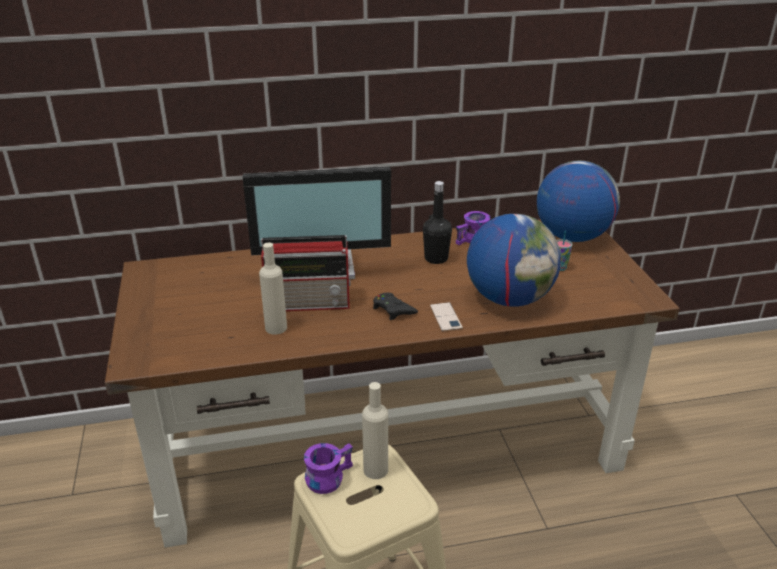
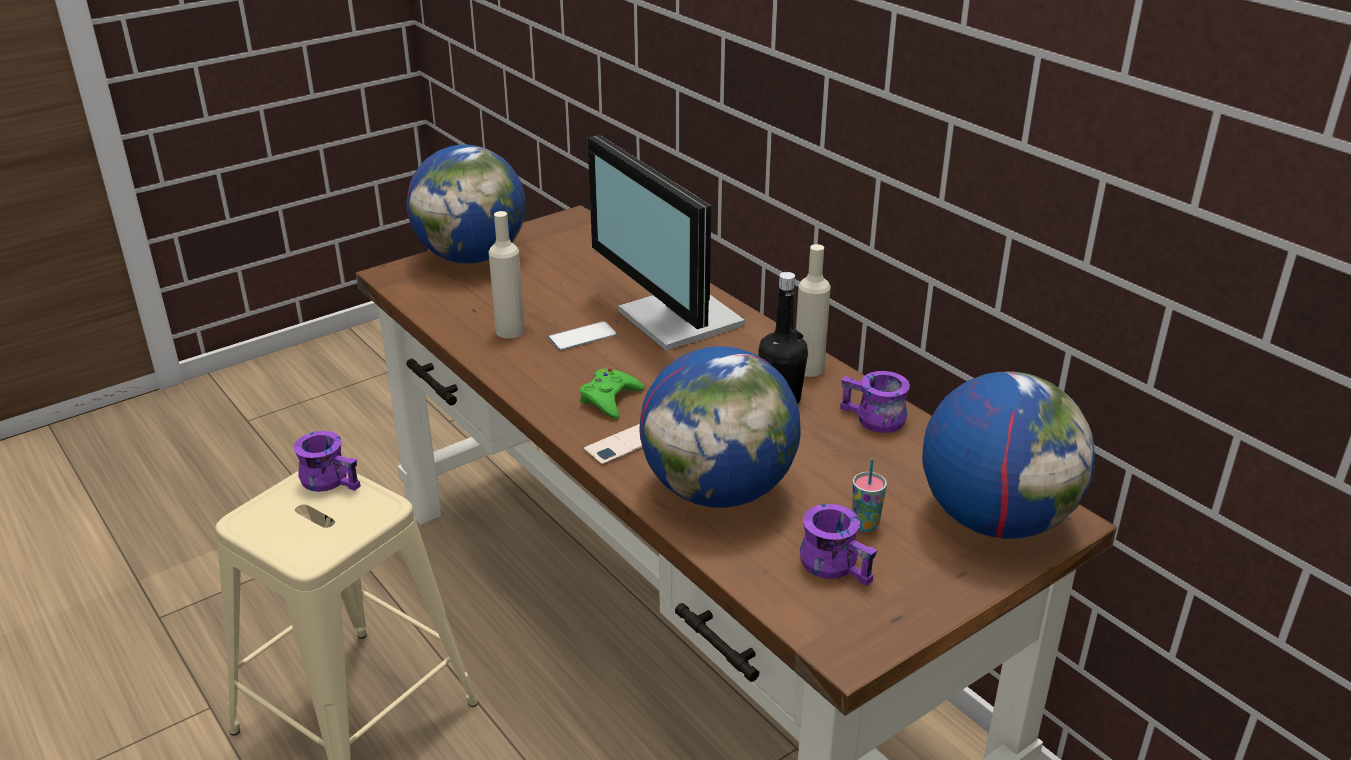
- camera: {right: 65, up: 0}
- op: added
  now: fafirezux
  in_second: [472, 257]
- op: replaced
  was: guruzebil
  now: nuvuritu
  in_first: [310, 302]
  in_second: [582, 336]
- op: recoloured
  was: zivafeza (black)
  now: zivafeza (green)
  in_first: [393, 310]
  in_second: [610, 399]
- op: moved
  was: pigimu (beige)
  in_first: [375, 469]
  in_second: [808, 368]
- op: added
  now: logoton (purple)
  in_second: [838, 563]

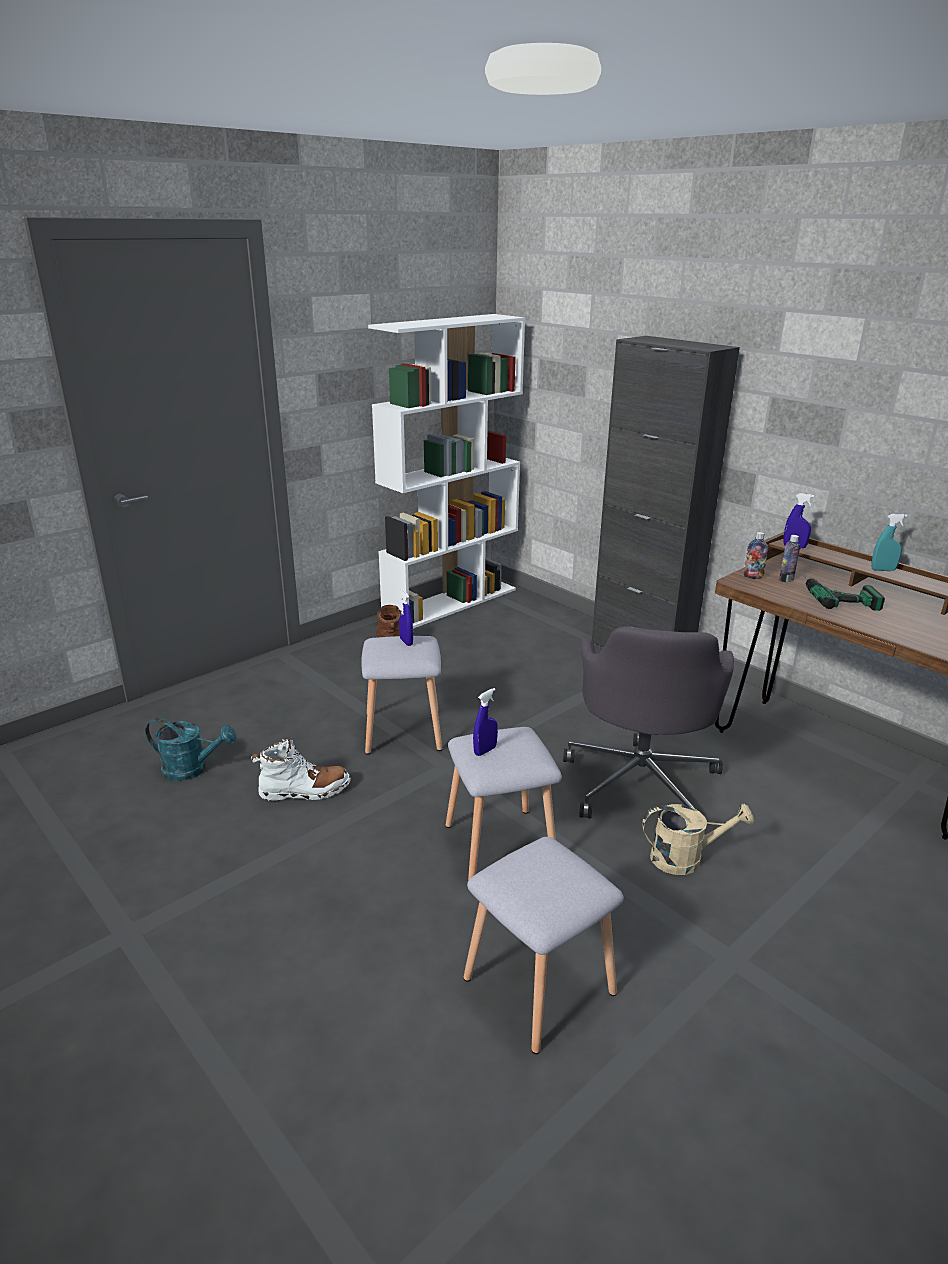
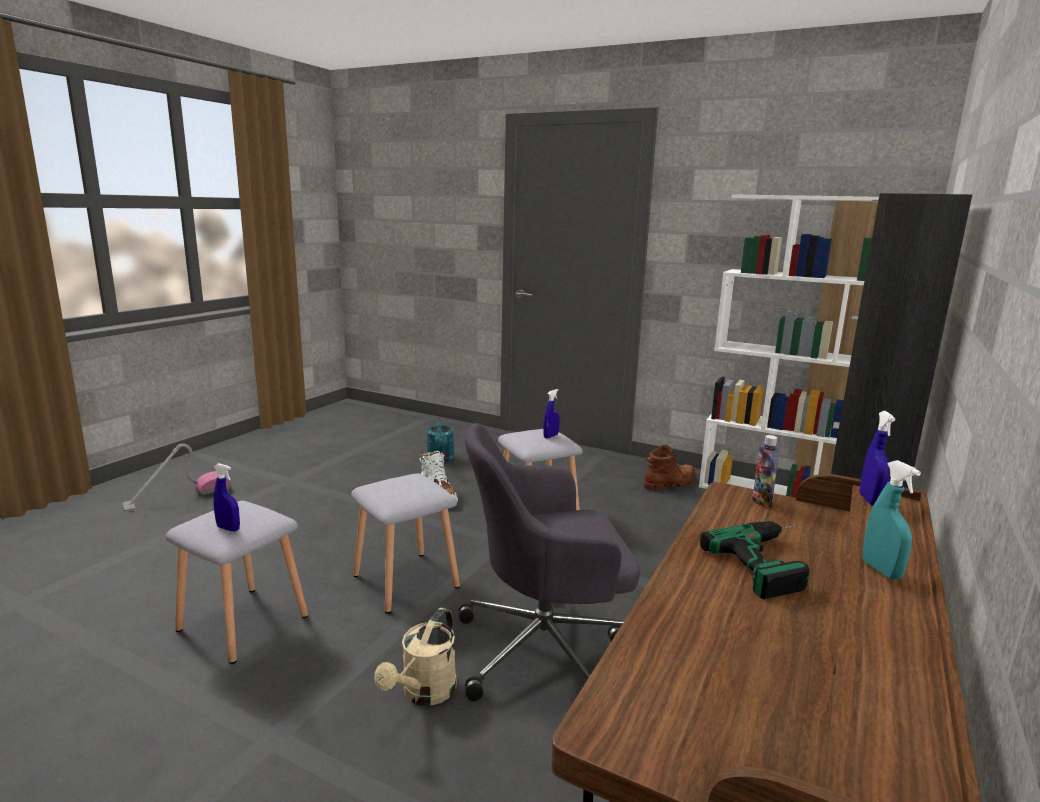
- camera: {right: 70, up: -10}
- op: added
  now: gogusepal
  in_second: [179, 497]
- op: moved
  was: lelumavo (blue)
  in_first: [485, 751]
  in_second: [228, 528]
- op: turned
  was: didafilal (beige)
  in_first: [685, 858]
  in_second: [424, 694]
  clockwise: 45
- op: removed
  was: pigimu
  in_first: [786, 580]

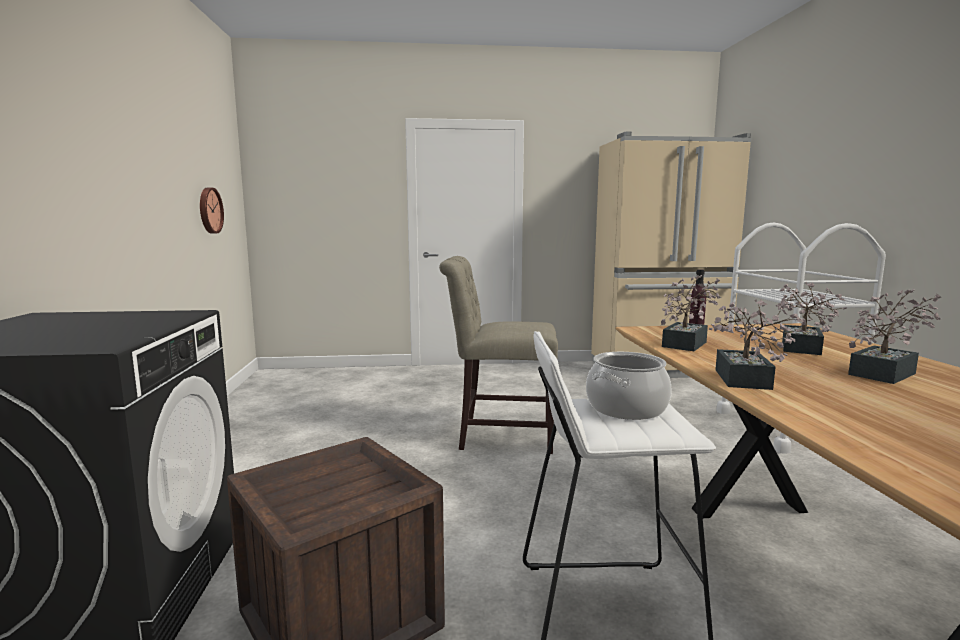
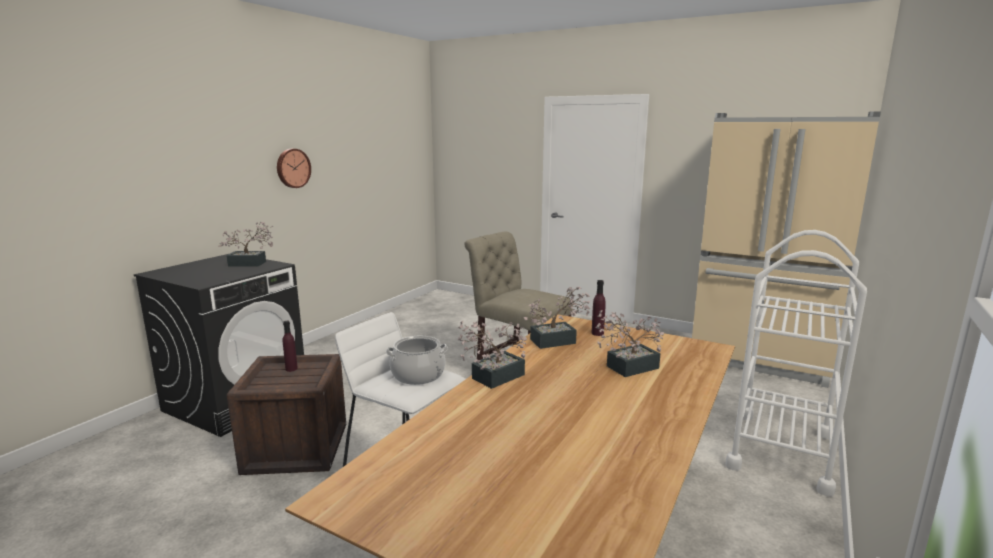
- camera: {right: 35, up: 5}
- op: moved
  was: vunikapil
  in_first: [886, 373]
  in_second: [251, 264]
- op: moved
  was: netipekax
  in_first: [209, 210]
  in_second: [292, 168]
- op: added
  now: pigimu (purple)
  in_second: [291, 369]

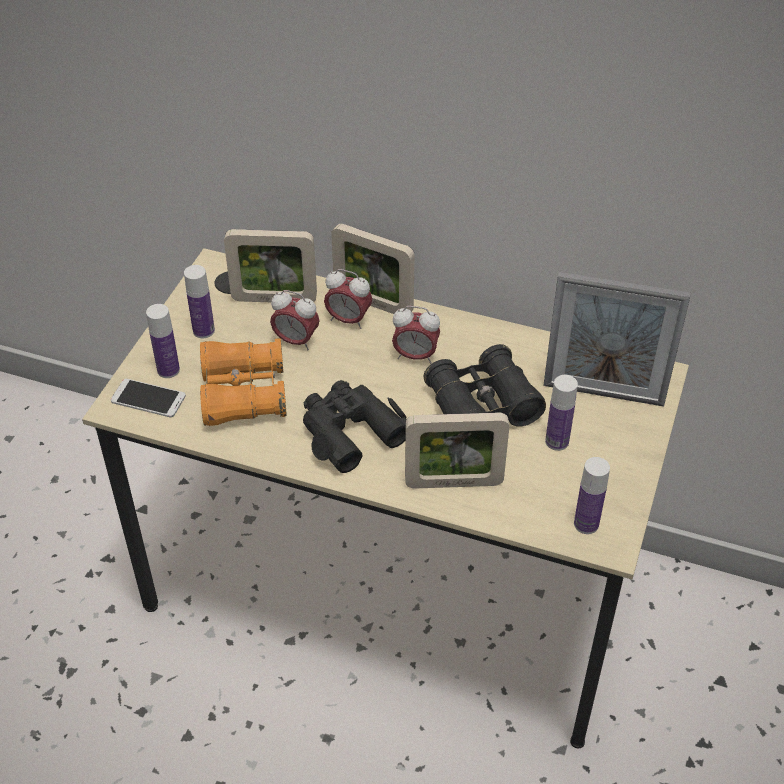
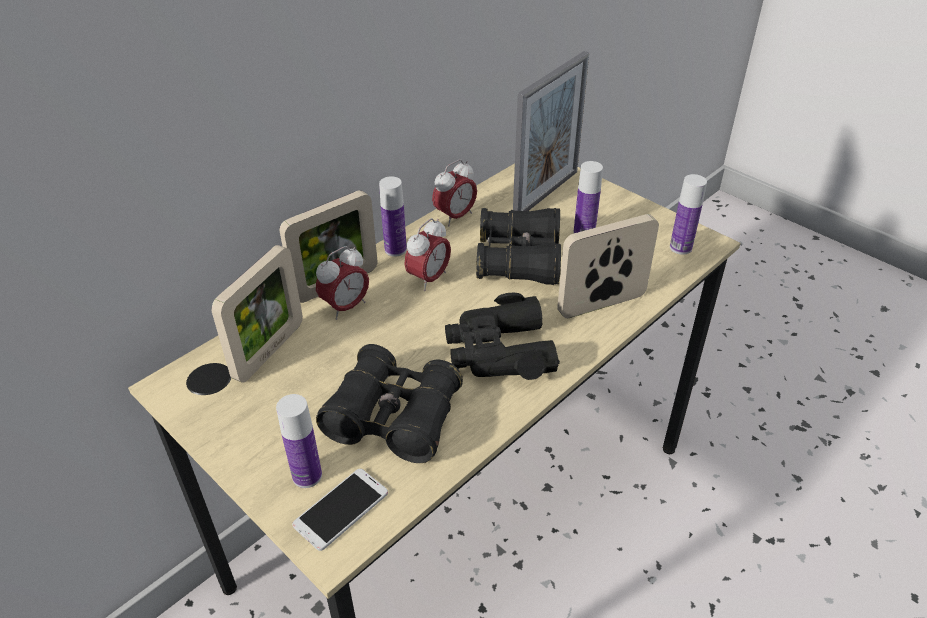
- camera: {right: -65, up: -5}
- op: recoloured
  was: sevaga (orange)
  now: sevaga (black)
  in_first: [243, 394]
  in_second: [394, 417]
- op: moved
  was: pigimu
  in_first: [203, 331]
  in_second: [395, 249]
- op: moved
  was: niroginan
  in_first: [296, 341]
  in_second: [455, 217]
- op: turned
  was: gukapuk
  in_first: [454, 483]
  in_second: [601, 304]
  clockwise: -135

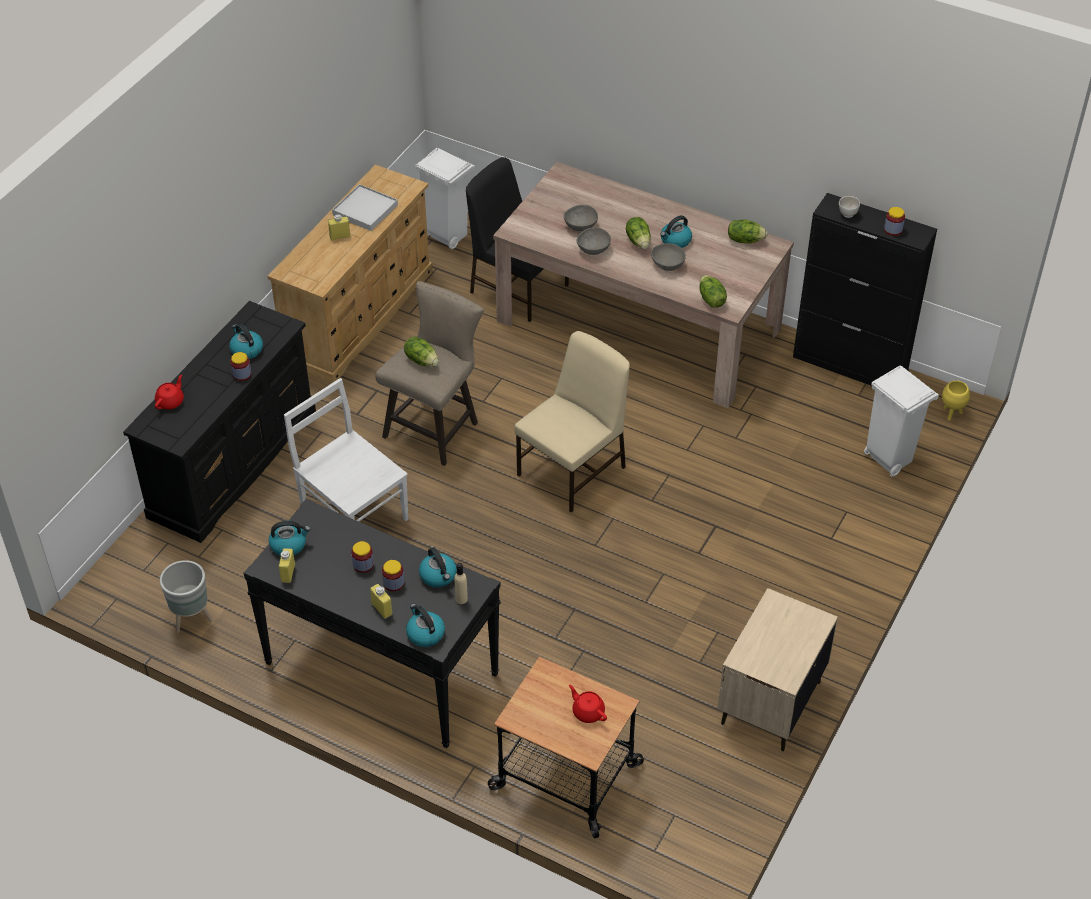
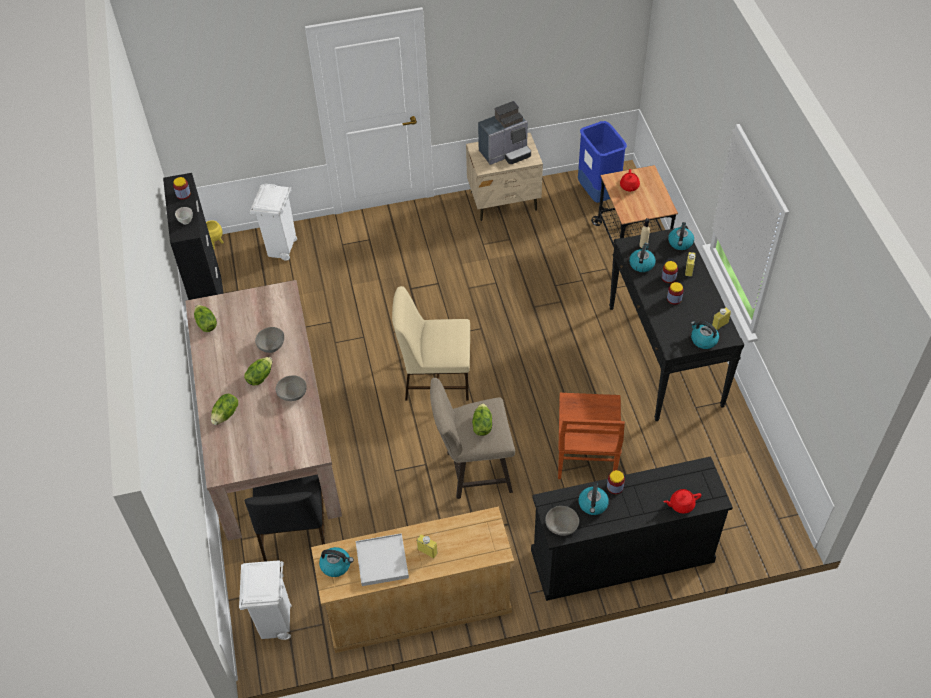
- camera: {right: -130, up: 5}
- op: moved
  was: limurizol
  in_first: [710, 300]
  in_second: [226, 414]
- op: moved
  was: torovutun
  in_first: [675, 241]
  in_second: [336, 565]
- op: added
  now: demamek
  in_second: [505, 152]
- op: moved
  was: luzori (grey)
  in_first: [580, 226]
  in_second: [562, 526]
- op: recoloured
  was: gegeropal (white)
  now: gegeropal (brown)
  in_first: [353, 514]
  in_second: [586, 455]
- op: added
  now: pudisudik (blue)
  in_second: [598, 193]
- op: removed
  was: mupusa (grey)
  in_first: [191, 619]

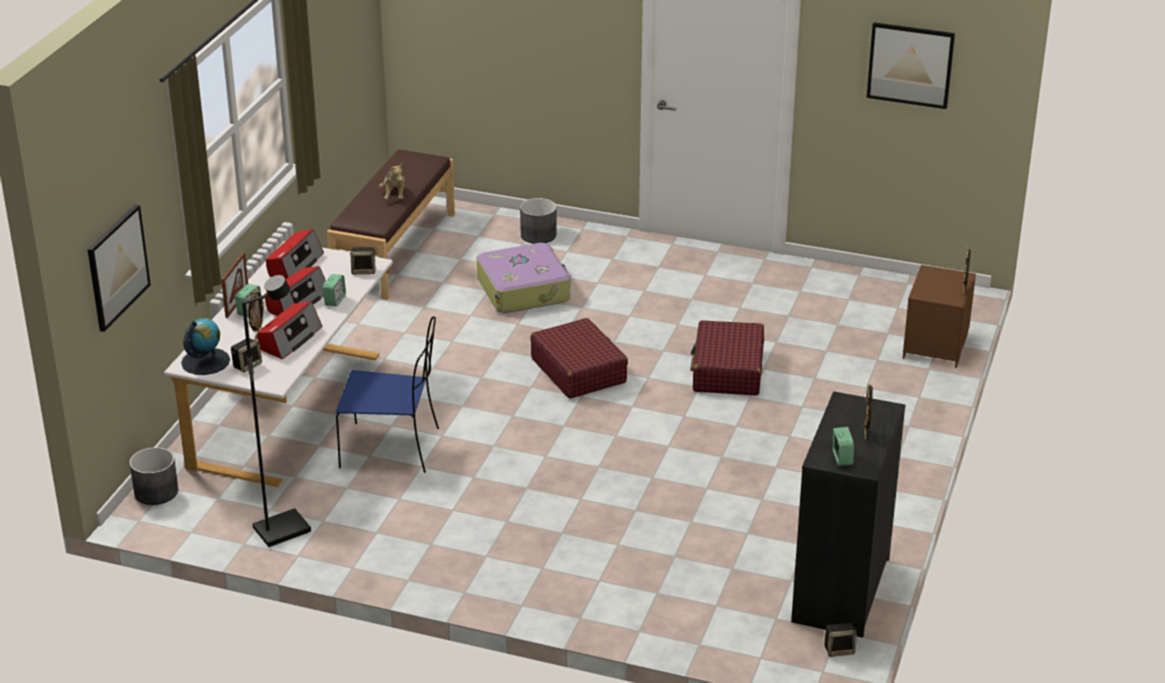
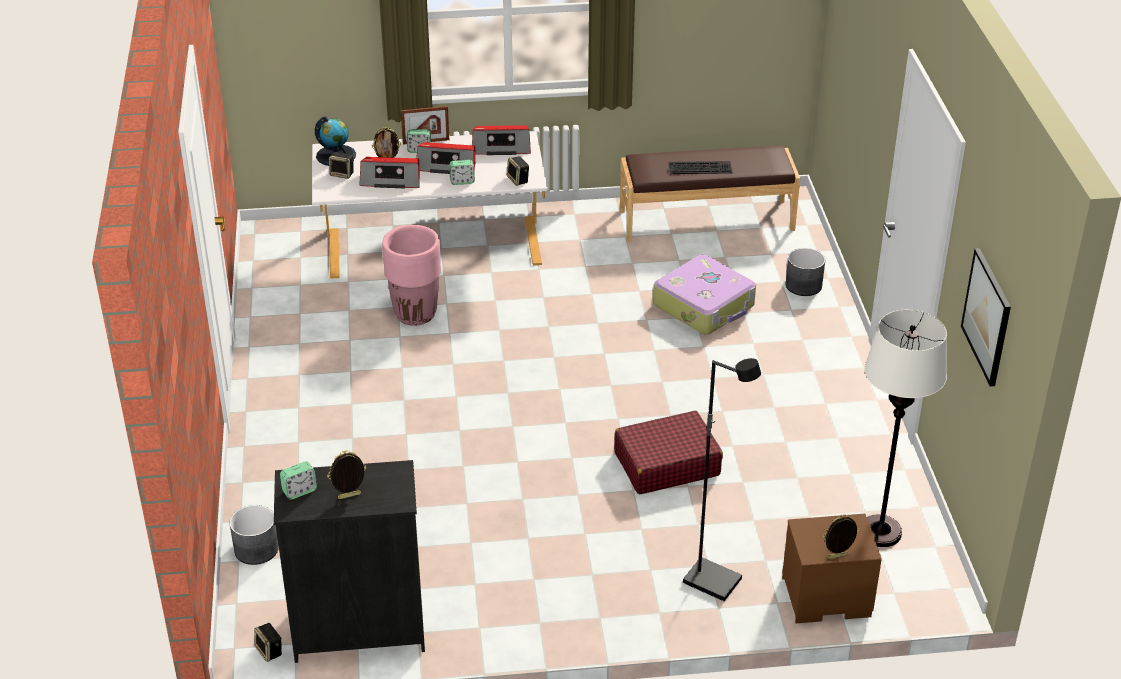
- camera: {right: 65, up: 5}
- op: moved
  was: mupusa (grey)
  in_first: [157, 492]
  in_second: [256, 550]
- op: replaced
  was: gegeropal (blue)
  now: mupusa (pink)
  in_first: [392, 448]
  in_second: [415, 314]
- op: replaced
  was: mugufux
  now: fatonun
  in_first: [394, 195]
  in_second: [701, 167]
- op: moved
  was: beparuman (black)
  in_first: [282, 529]
  in_second: [713, 581]
- op: added
  now: beparuman (white)
  in_second: [880, 532]
- op: removed
  was: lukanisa
  in_first: [117, 267]
- op: removed
  was: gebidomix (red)
  in_first: [578, 370]

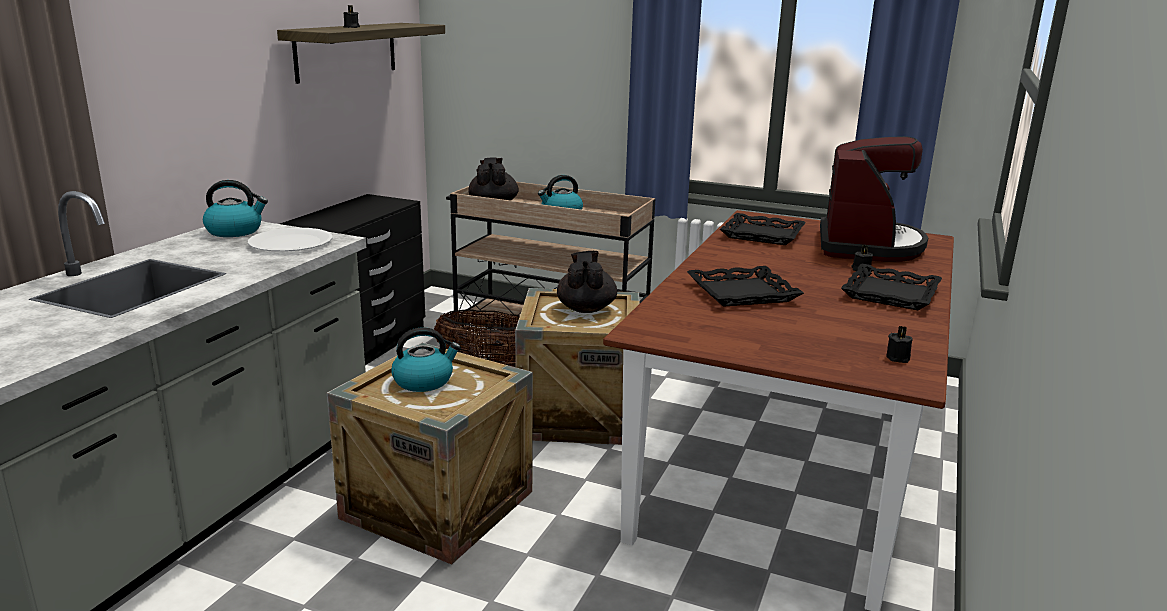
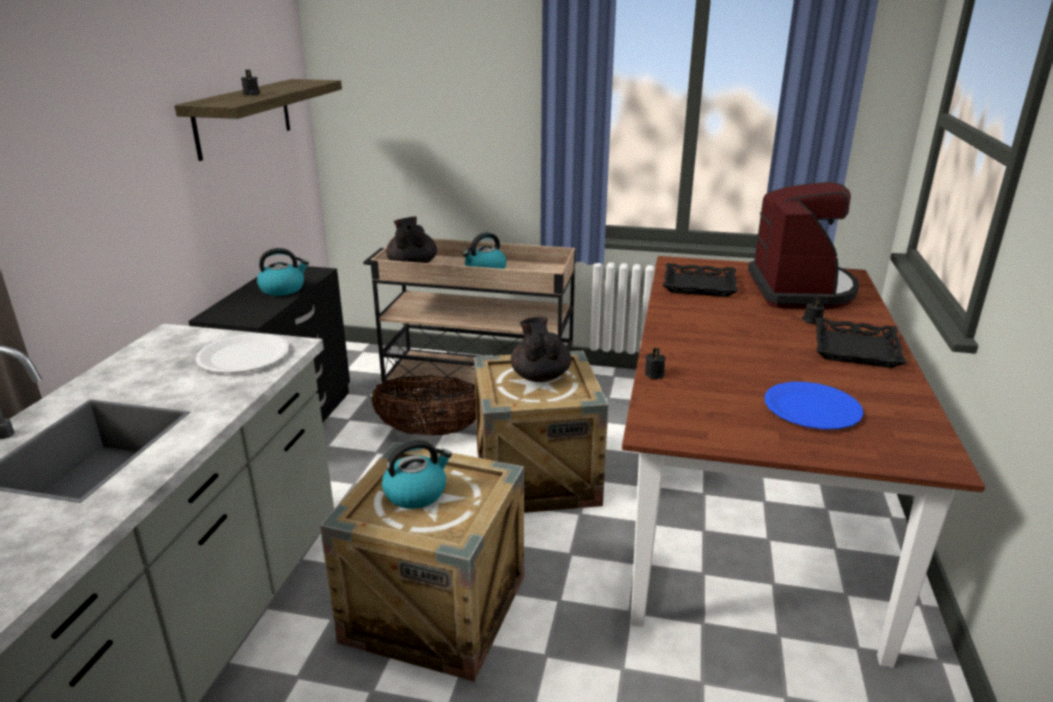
- camera: {right: -10, up: 5}
- op: moved
  was: torovutun
  in_first: [235, 231]
  in_second: [283, 289]
- op: moved
  was: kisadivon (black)
  in_first: [899, 357]
  in_second: [655, 374]
- op: added
  now: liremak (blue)
  in_second: [812, 408]
- op: removed
  was: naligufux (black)
  in_first: [742, 293]

